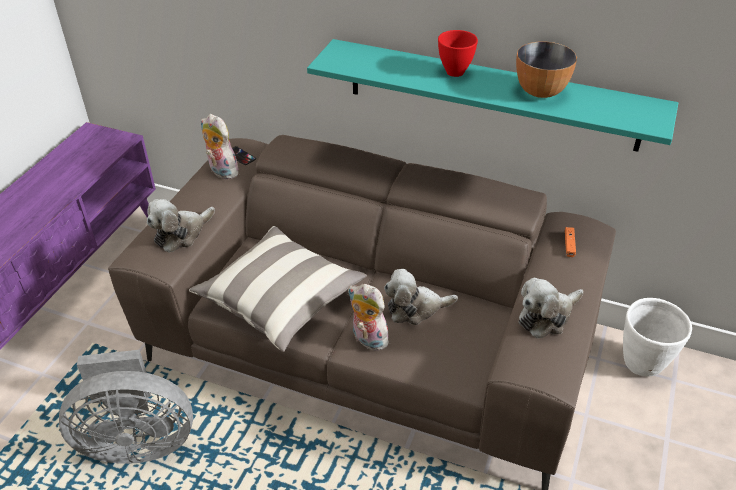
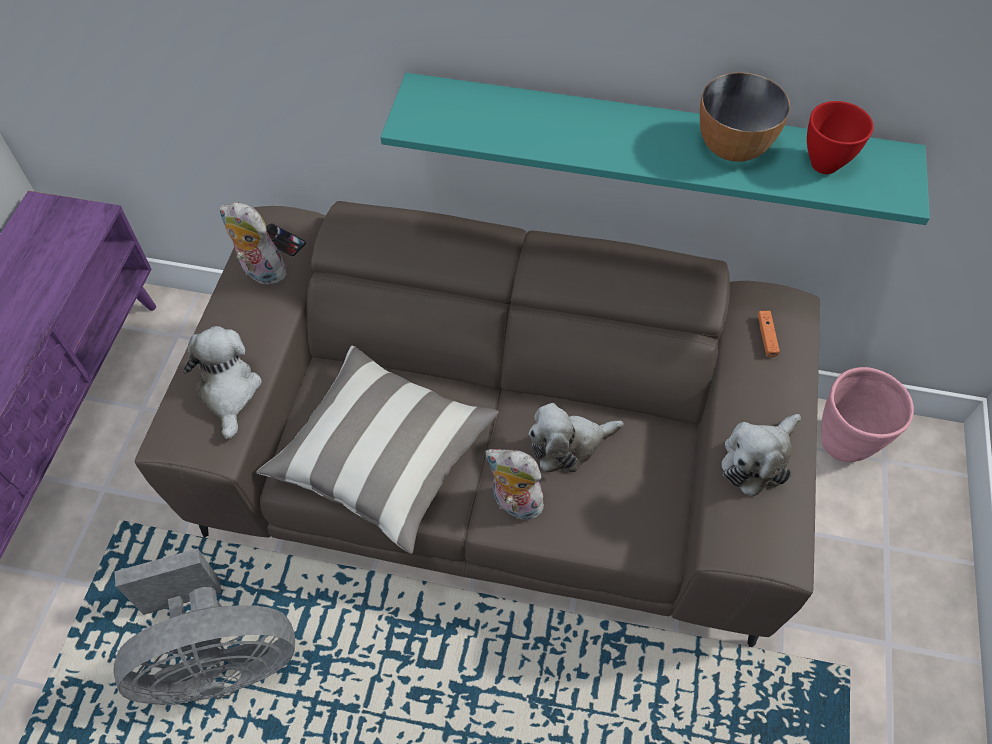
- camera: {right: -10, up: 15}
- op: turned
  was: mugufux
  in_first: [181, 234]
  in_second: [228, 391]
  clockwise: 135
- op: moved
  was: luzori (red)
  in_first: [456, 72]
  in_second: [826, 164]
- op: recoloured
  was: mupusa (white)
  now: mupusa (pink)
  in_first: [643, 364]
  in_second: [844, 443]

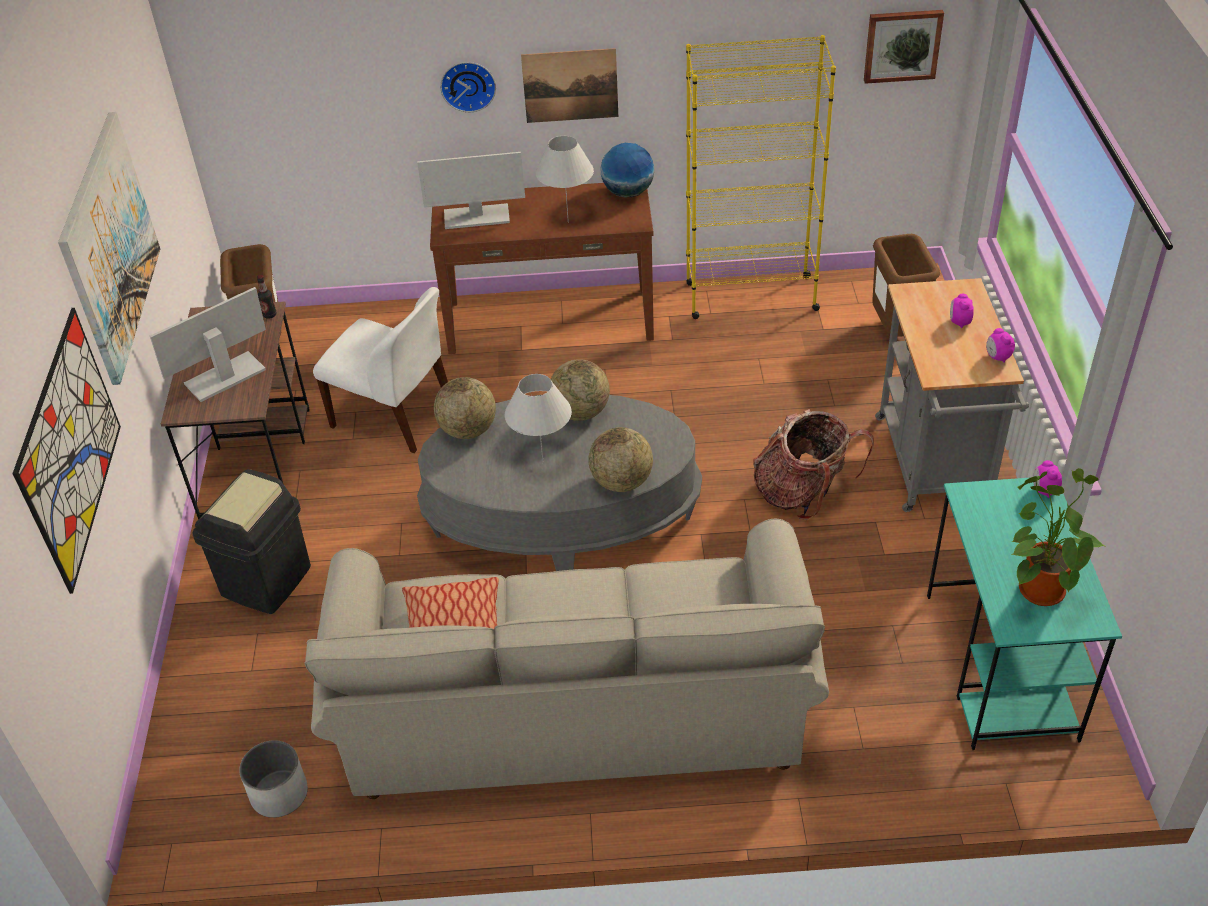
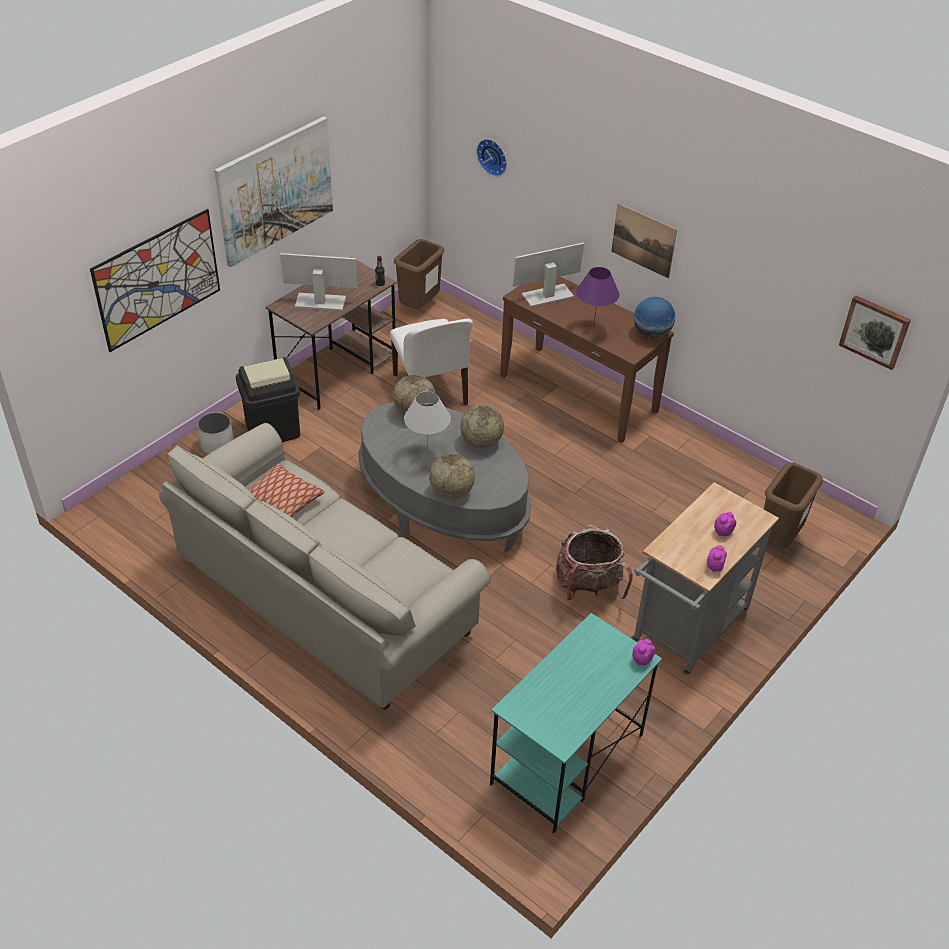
- camera: {right: 40, up: 0}
- op: moved
  was: mupusa (white)
  in_first: [279, 794]
  in_second: [217, 445]
- op: moved
  was: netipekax
  in_first: [468, 85]
  in_second: [493, 156]
- op: turned
  was: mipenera
  in_first: [476, 217]
  in_second: [548, 295]
  clockwise: 120
- op: recoloured
  was: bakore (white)
  now: bakore (purple)
  in_first: [568, 222]
  in_second: [593, 329]
- op: removed
  was: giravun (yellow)
  in_first: [750, 296]
- op: removed
  was: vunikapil
  in_first: [1038, 587]

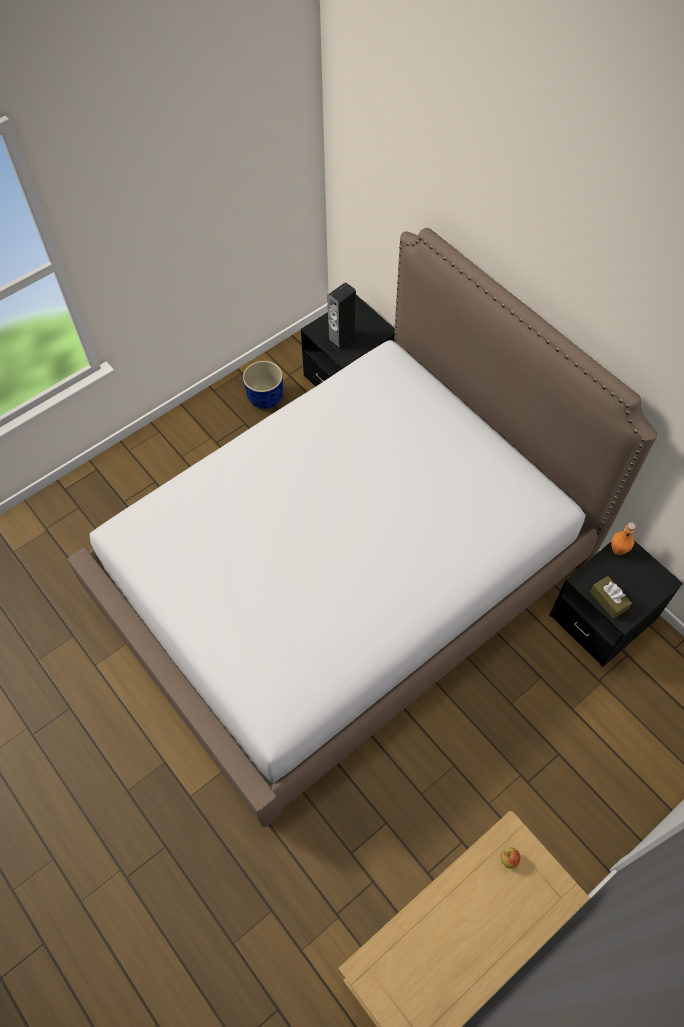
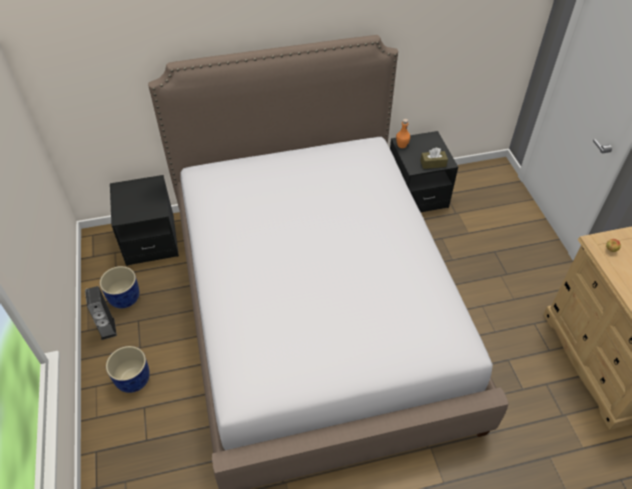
- camera: {right: -65, up: -10}
- op: moved
  was: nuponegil
  in_first: [342, 339]
  in_second: [107, 328]
- op: added
  now: mupusa (blue)
  in_second: [133, 379]

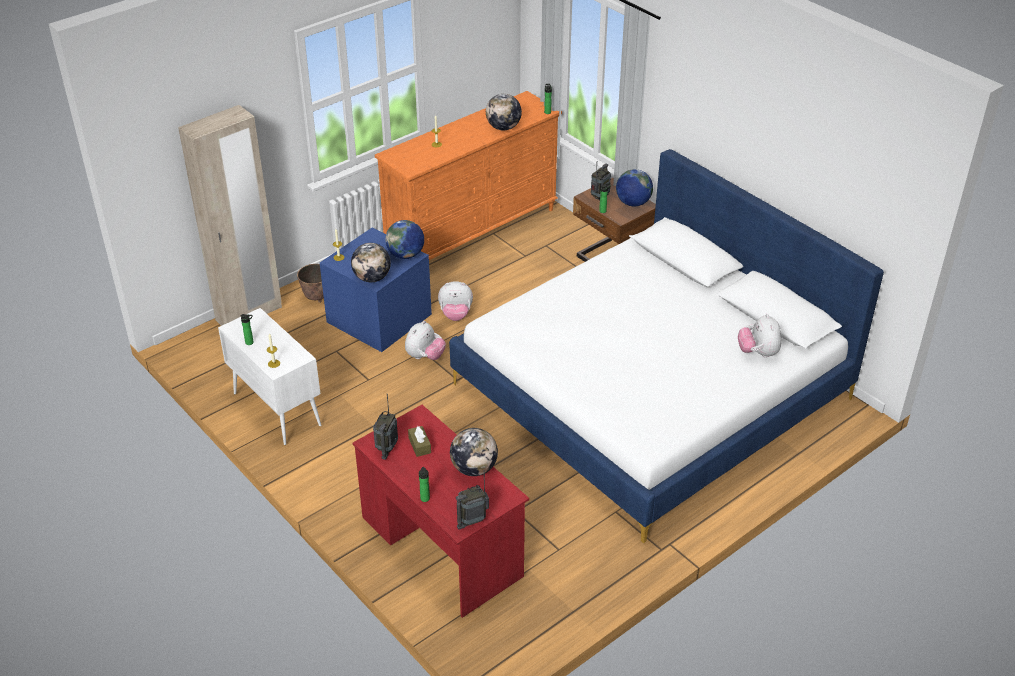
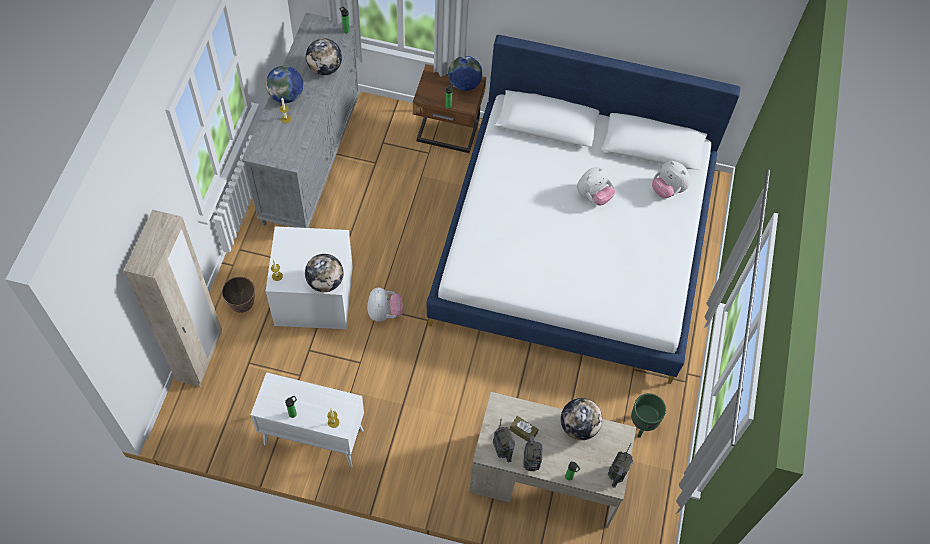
- camera: {right: -40, up: 20}
- op: recoloured
  was: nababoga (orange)
  now: nababoga (grey)
  in_first: [473, 232]
  in_second: [312, 159]
- op: moved
  was: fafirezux
  in_first: [406, 255]
  in_second: [286, 96]
- op: recoloured
  was: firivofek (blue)
  now: firivofek (white)
  in_first: [379, 317]
  in_second: [313, 294]
- op: recoloured
  was: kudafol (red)
  now: kudafol (beige)
  in_first: [441, 546]
  in_second: [544, 478]
- op: moved
  was: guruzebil
  in_first: [600, 197]
  in_second: [531, 462]
- op: moved
  was: mugufux
  in_first: [456, 315]
  in_second: [593, 196]
- op: added
  now: mupusa (green)
  in_second: [641, 425]

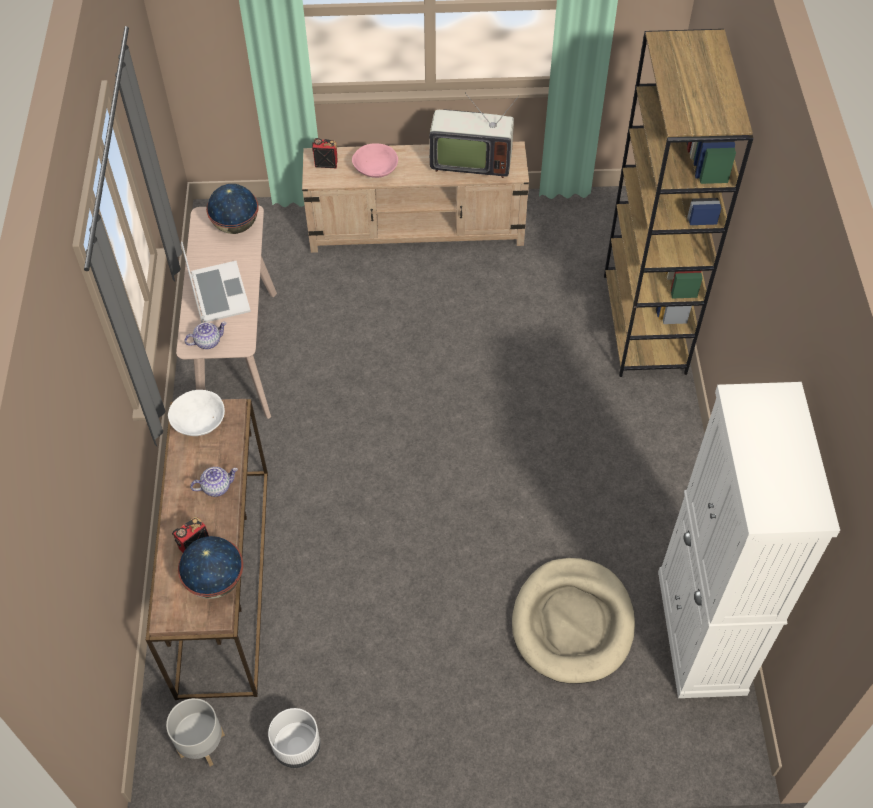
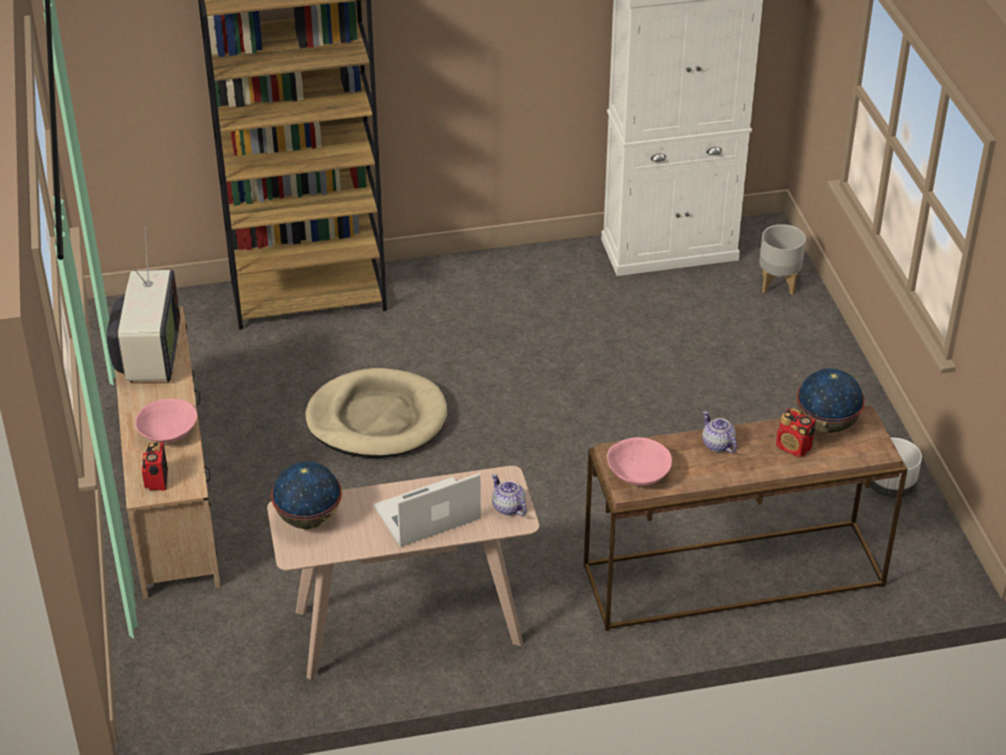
- camera: {right: -100, up: -15}
- op: moved
  was: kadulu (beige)
  in_first: [572, 623]
  in_second: [377, 419]
- op: recoloured
  was: luzori (white)
  now: luzori (pink)
  in_first: [199, 422]
  in_second: [638, 474]
- op: moved
  was: mupusa (grey)
  in_first: [201, 745]
  in_second: [778, 284]

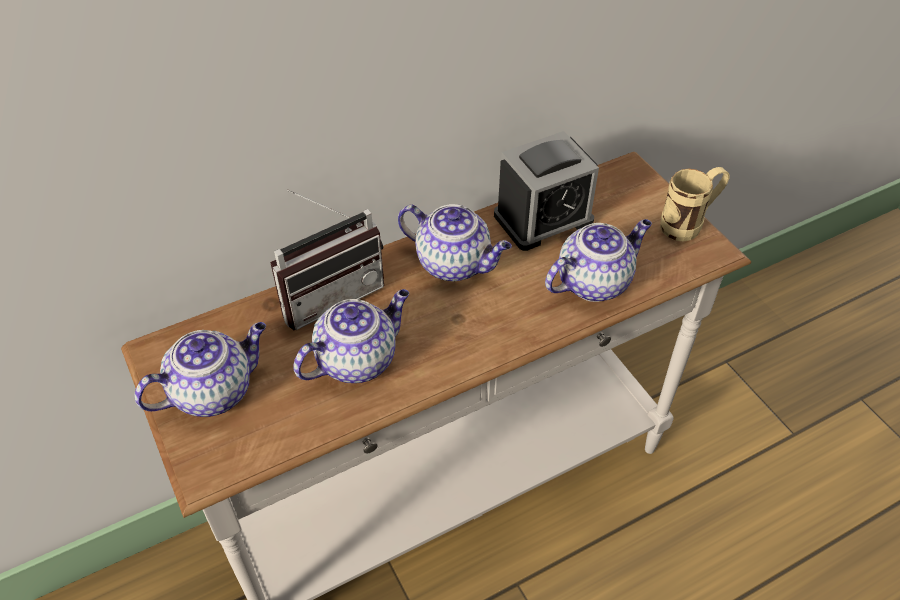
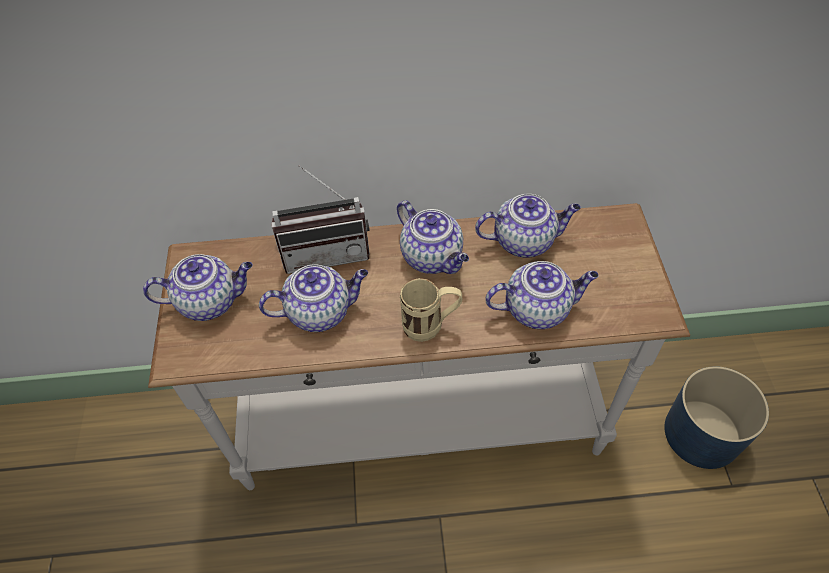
- camera: {right: 25, up: 5}
- op: moved
  was: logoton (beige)
  in_first: [688, 225]
  in_second: [431, 326]
- op: replaced
  was: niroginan
  now: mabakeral
  in_first: [543, 219]
  in_second: [525, 241]
- op: added
  now: mupusa (blue)
  in_second: [702, 433]

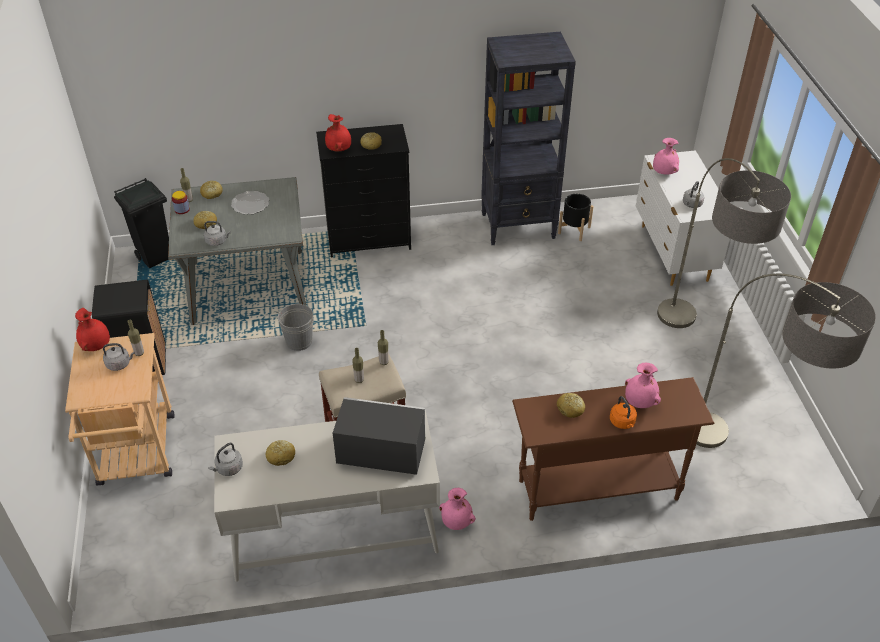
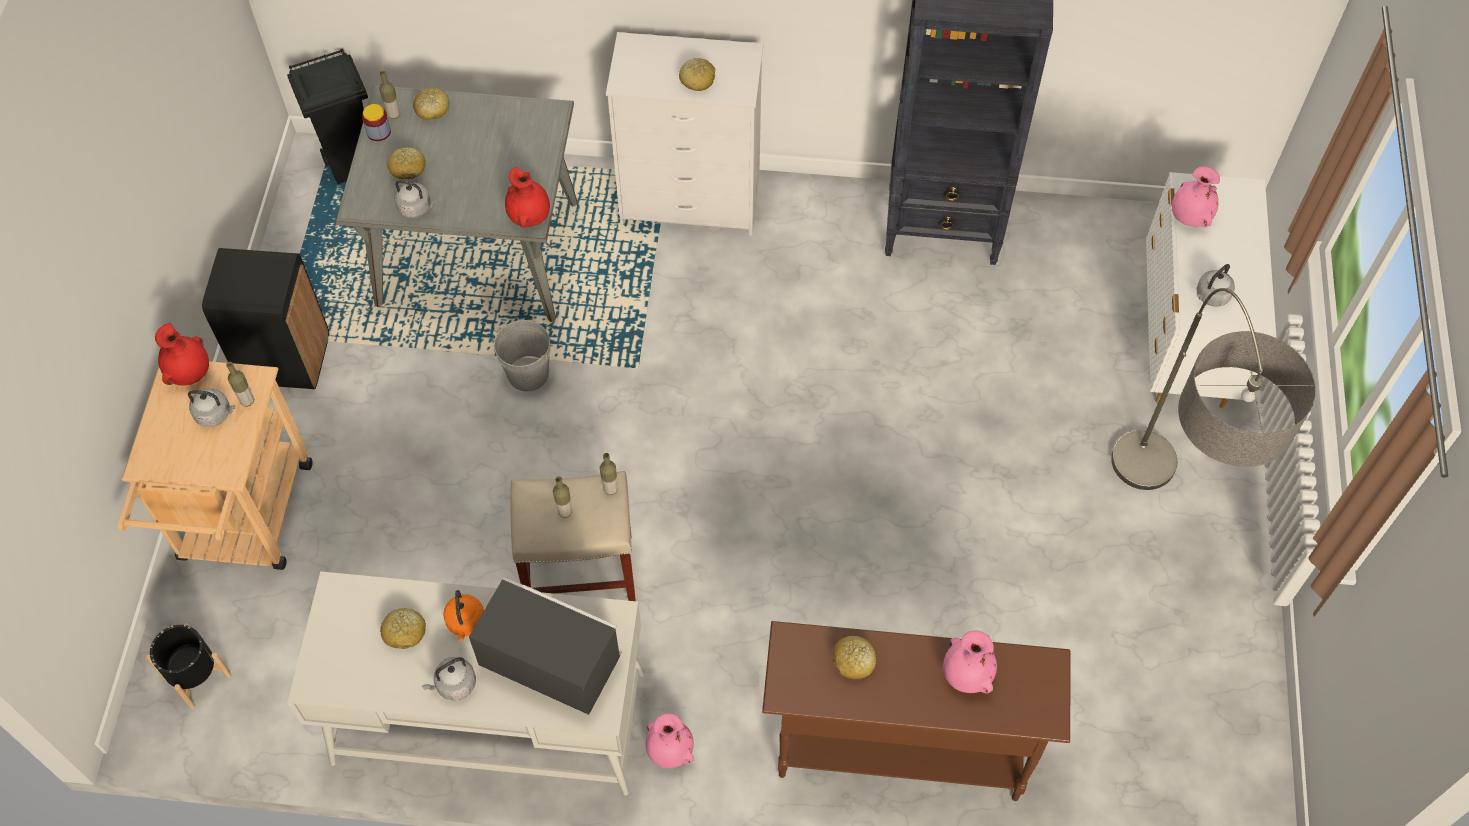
- camera: {right: 15, up: 15}
- op: moved
  was: mupusa (black)
  in_first: [574, 230]
  in_second: [197, 676]
- op: moved
  was: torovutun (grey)
  in_first: [228, 468]
  in_second: [454, 685]
- op: moved
  was: torovutun (orange)
  in_first: [622, 422]
  in_second: [466, 623]
- op: moved
  was: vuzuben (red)
  in_first: [339, 149]
  in_second: [530, 216]
- op: recoloured
  was: nababoga (black)
  now: nababoga (white)
  in_first: [369, 239]
  in_second: [691, 201]
- op: removed
  was: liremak
  in_first: [250, 204]
- op: removed
  was: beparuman
  in_first: [746, 464]

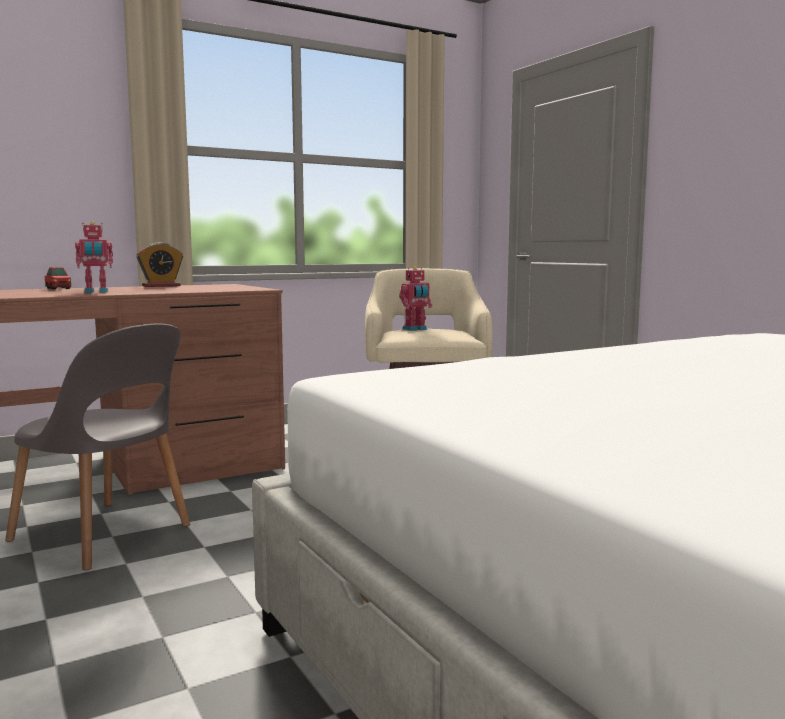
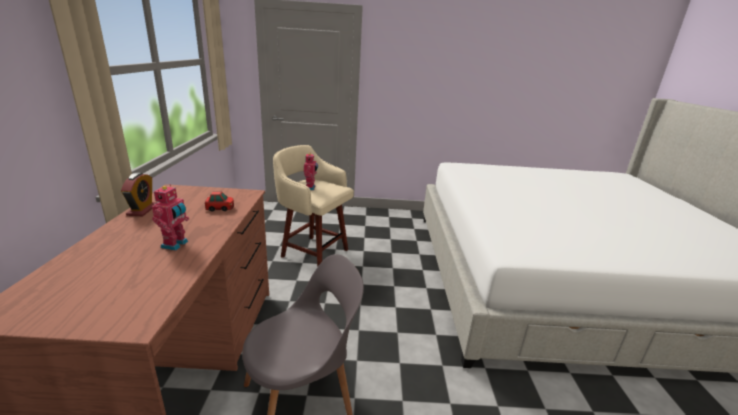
- camera: {right: -60, up: 15}
- op: moved
  was: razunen
  in_first: [58, 288]
  in_second: [220, 208]

